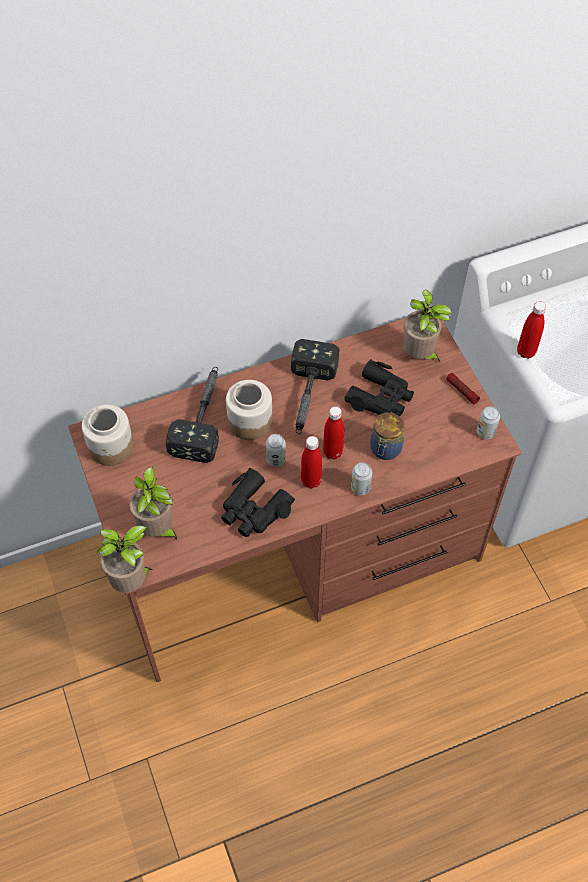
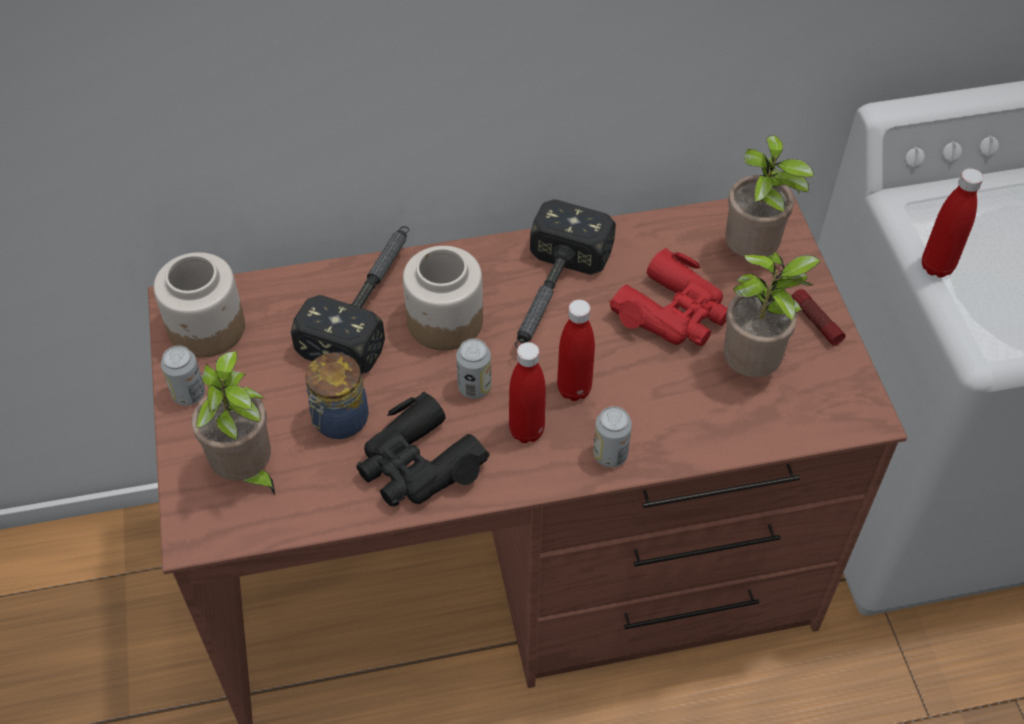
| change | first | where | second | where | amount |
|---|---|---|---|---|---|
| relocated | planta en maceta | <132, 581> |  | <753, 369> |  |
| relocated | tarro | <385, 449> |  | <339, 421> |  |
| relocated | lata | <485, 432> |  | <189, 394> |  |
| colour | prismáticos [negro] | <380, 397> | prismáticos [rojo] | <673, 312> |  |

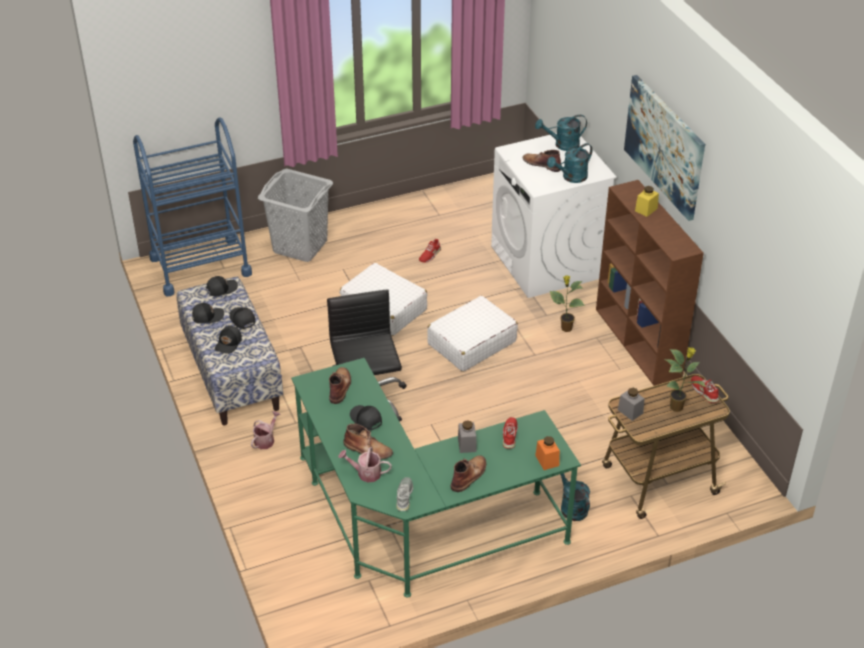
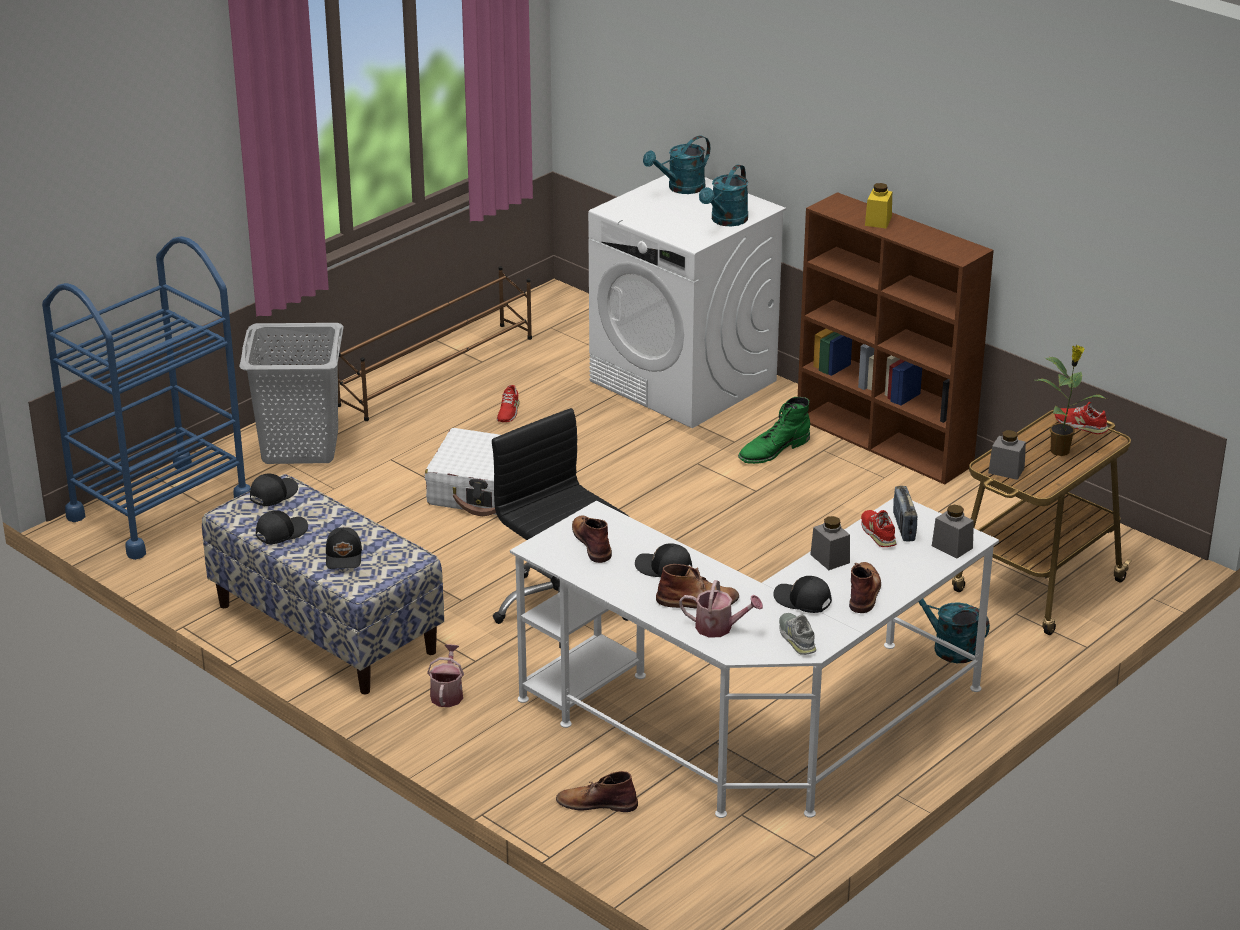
| change | first | where | second | where | amount |
|---|---|---|---|---|---|
| missing | maleta [blanco] | <471, 343> |  |  |  |
| missing | cuadro | <664, 146> |  |  |  |
| appeared |  |  | zapatero [marrón] | <437, 371> |  |
| appeared |  |  | radio | <903, 527> |  |
| relocated | gorra [negro] | <242, 320> |  | <802, 601> |  |
| relocated | bota [marrón] | <541, 164> |  | <596, 803> |  |
| exchanged | planta en maceta | <565, 328> | bota [verde] | <773, 450> |  |
| colour | escritorio [verde] | <418, 522> | escritorio [blanco] | <754, 726> |  |
| colour | tarro [naranja] | <547, 460> | tarro [gris] | <952, 547> |  |
| spun | regadera | <365, 473> |  | <719, 628> | 150 degrees counterclockwise |

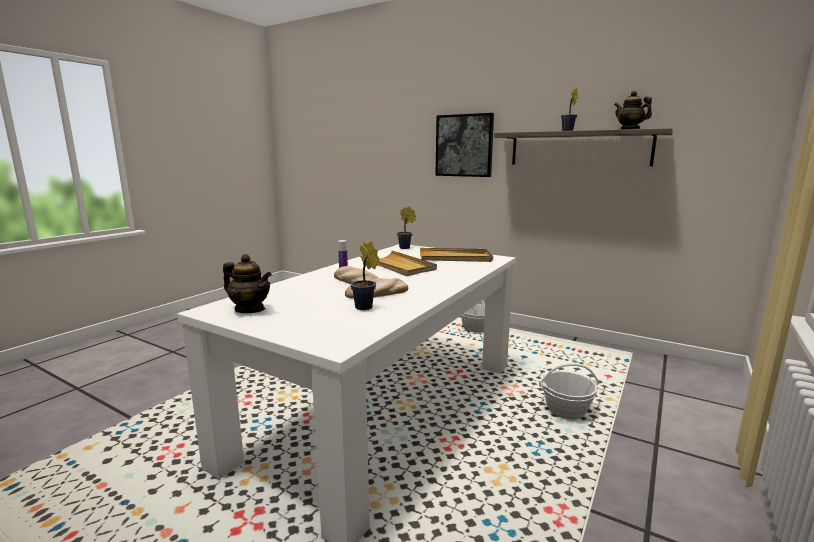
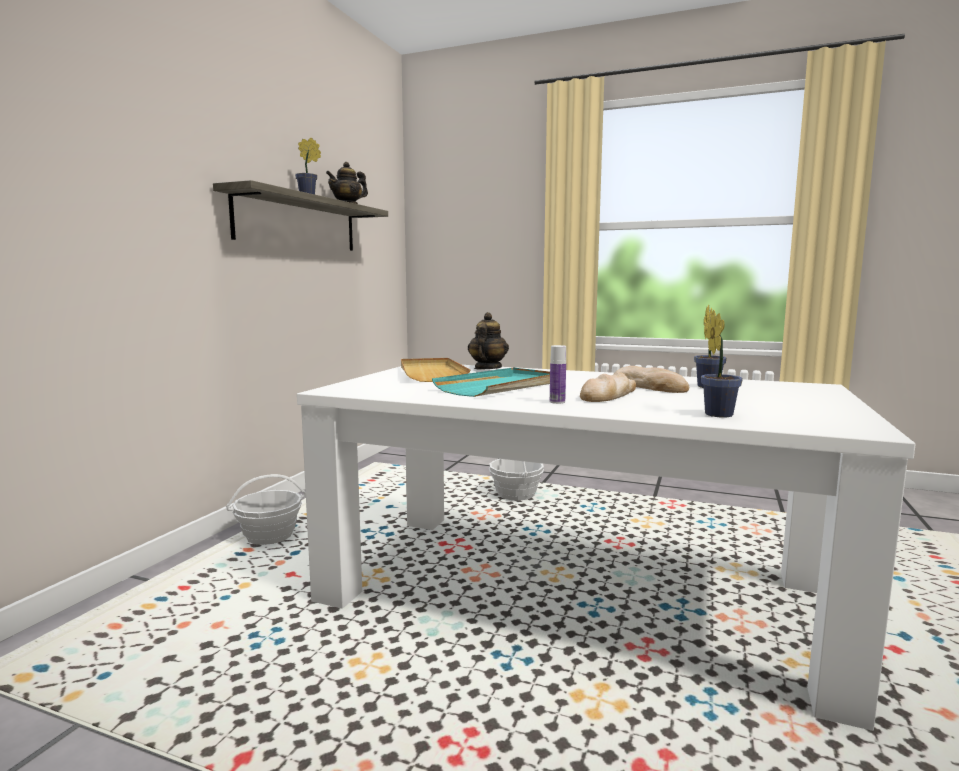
| change | first | where | second | where | amount |
|---|---|---|---|---|---|
| missing | cuadro | <464, 145> |  |  |  |
| relocated | tetera | <250, 309> |  | <487, 368> |  |
| relocated | planta en maceta | <406, 248> |  | <717, 414> |  |
| colour | bandeja [beis] | <398, 266> | bandeja [turquesa] | <500, 386> |  |

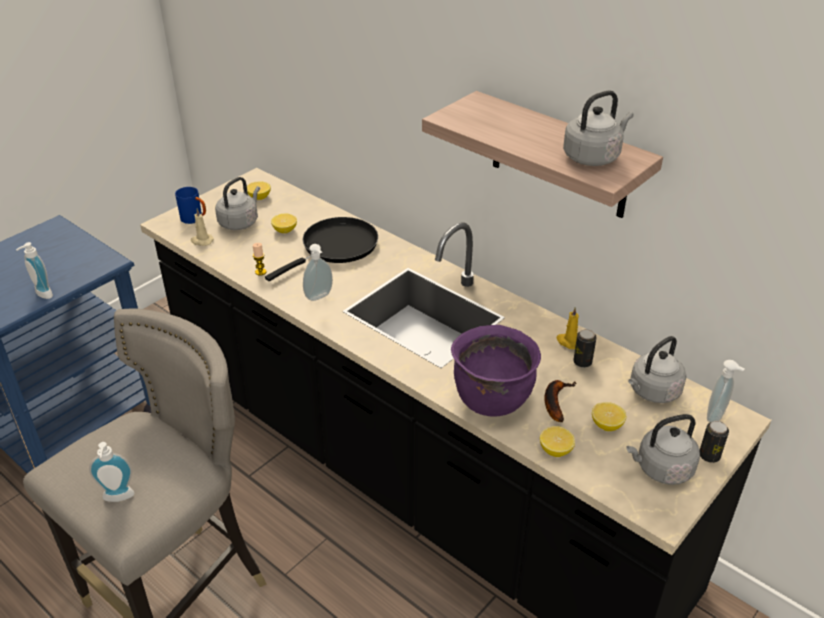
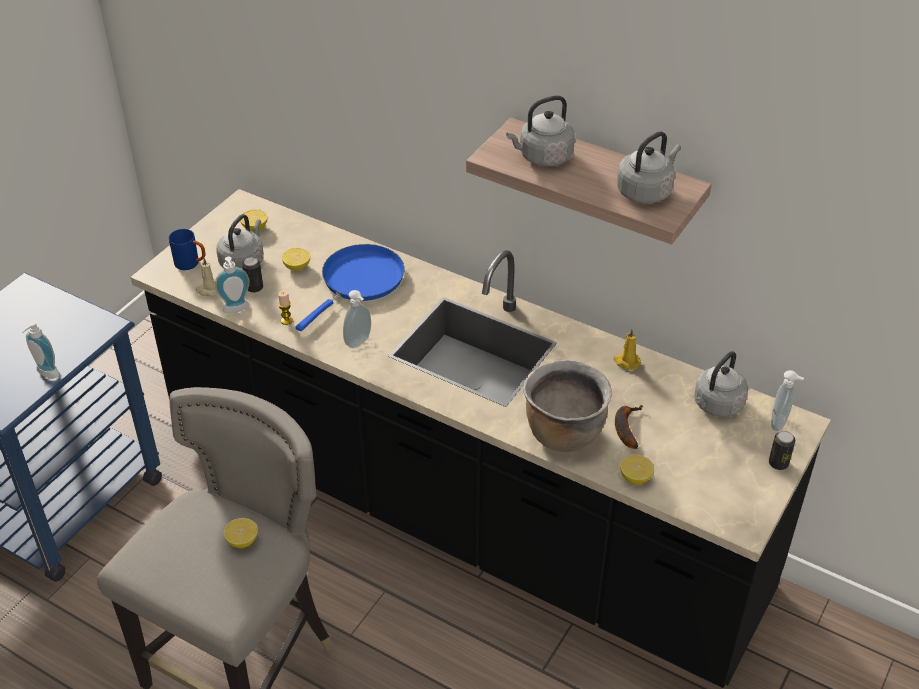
| change | first | where | second | where | amount |
|---|---|---|---|---|---|
| relocated | dispensador de jabón | <118, 498> |  | <237, 310> |  |
| relocated | lata | <582, 362> |  | <254, 287> |  |
| relocated | limón | <606, 425> |  | <242, 541> |  |
| relocated | hervidor [gris] | <661, 469> |  | <542, 157> |  |
| colour | sartén [negro] | <336, 247> | sartén [azul] | <359, 281> |  |
| colour | olla [morado] | <491, 398> | olla [marrón] | <563, 432> |  |

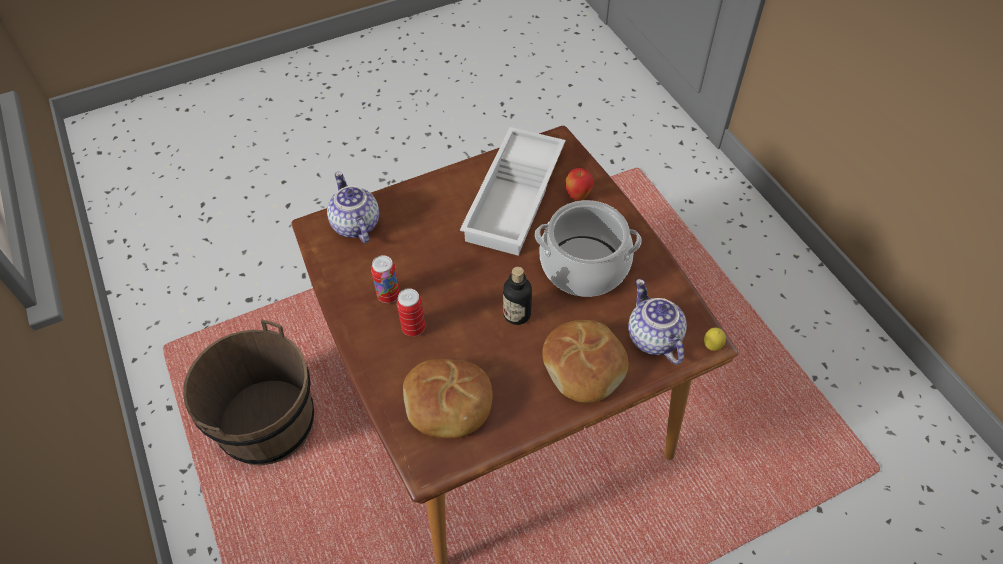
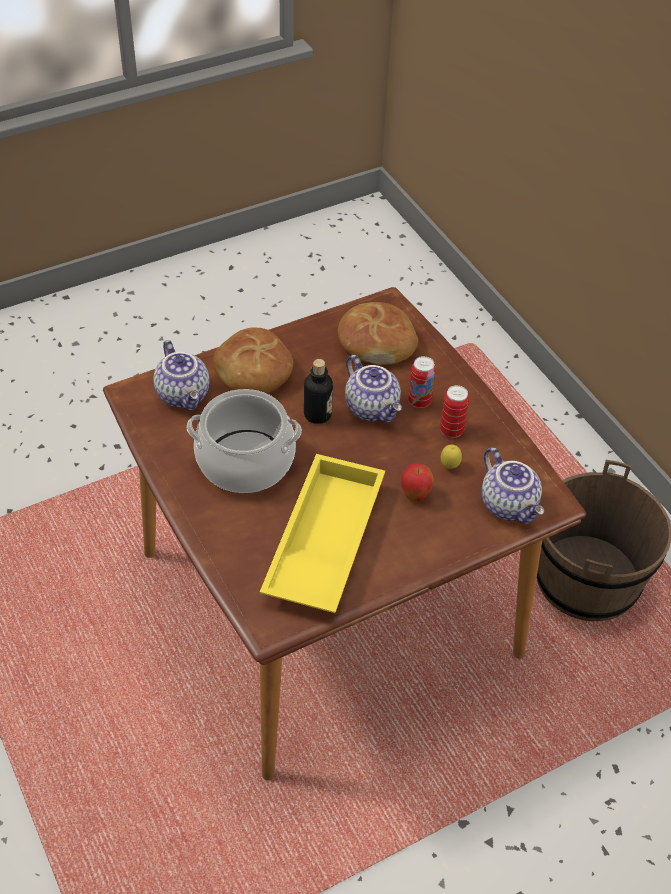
| change | first | where | second | where | amount |
|---|---|---|---|---|---|
| appeared |  |  | tetera | <373, 408> |  |
| relocated | manzana | <577, 196> |  | <415, 495> |  |
| relocated | limón | <711, 347> |  | <449, 466> |  |
| colour | bandeja [blanco] | <516, 198> | bandeja [amarillo] | <322, 541> |  |

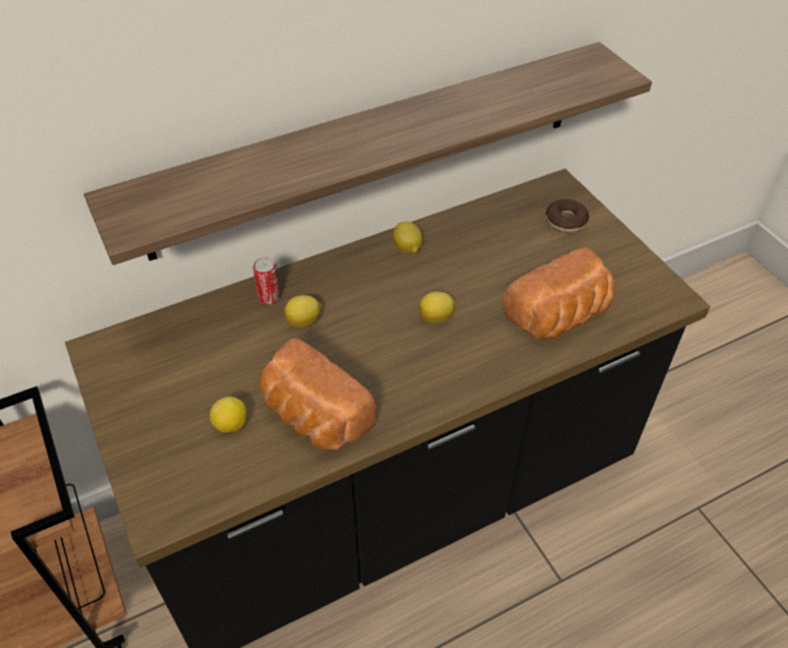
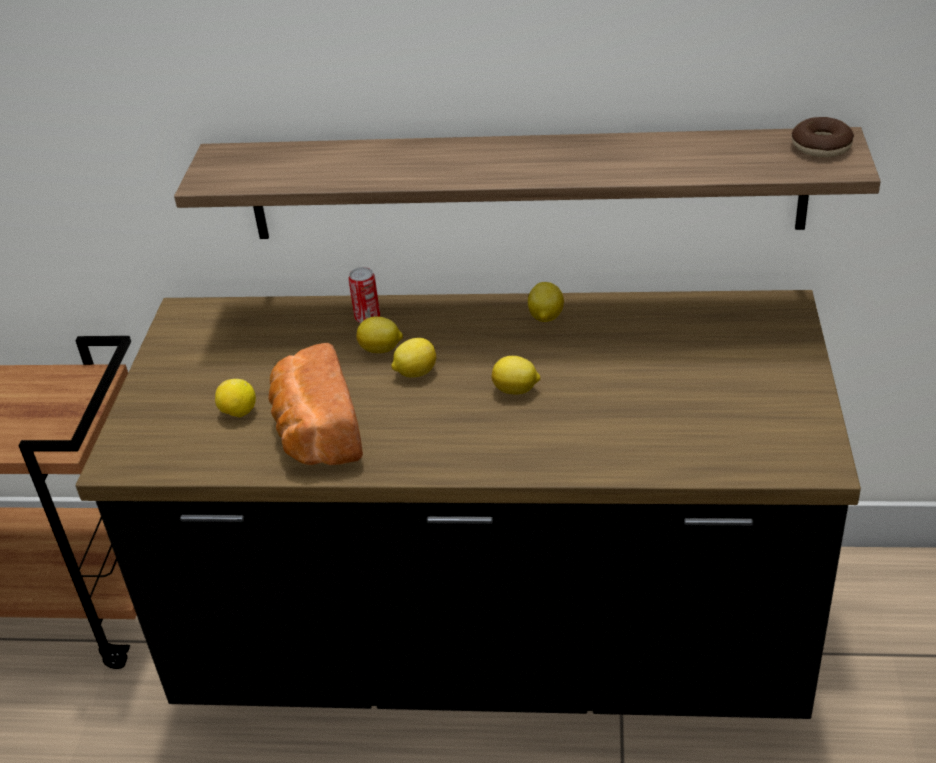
| change | first | where | second | where | amount |
|---|---|---|---|---|---|
| missing | pan | <559, 317> |  |  |  |
| appeared |  |  | limón | <415, 372> |  |
| relocated | rosquilla | <565, 221> |  | <821, 146> |  |

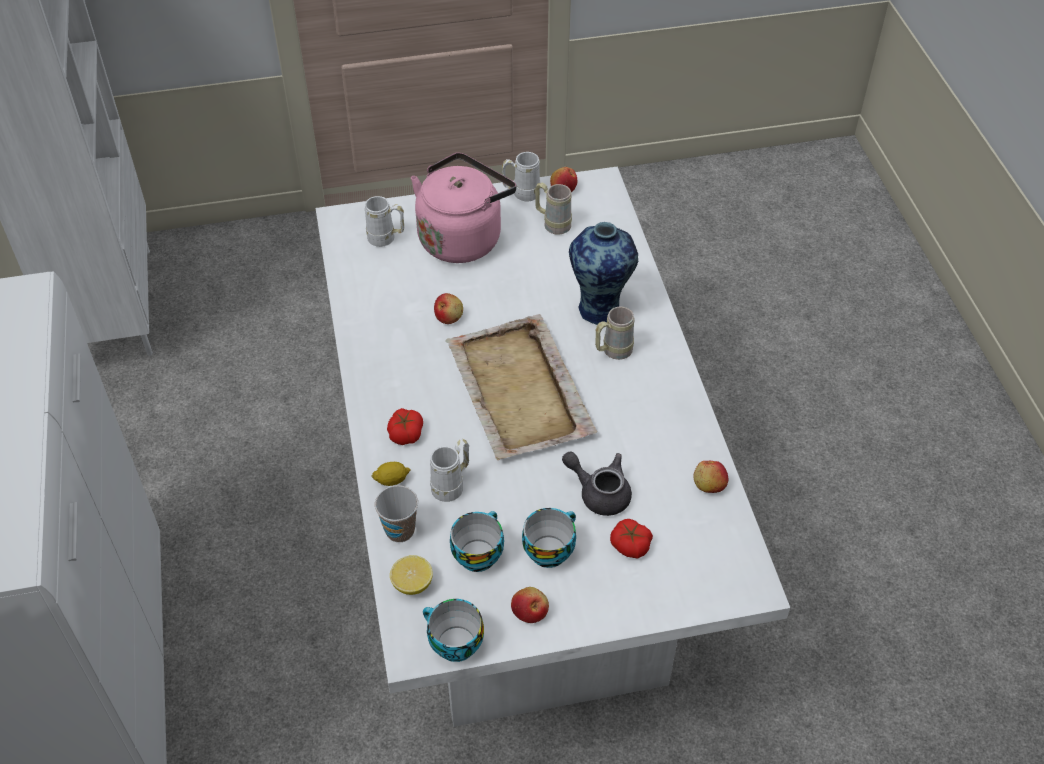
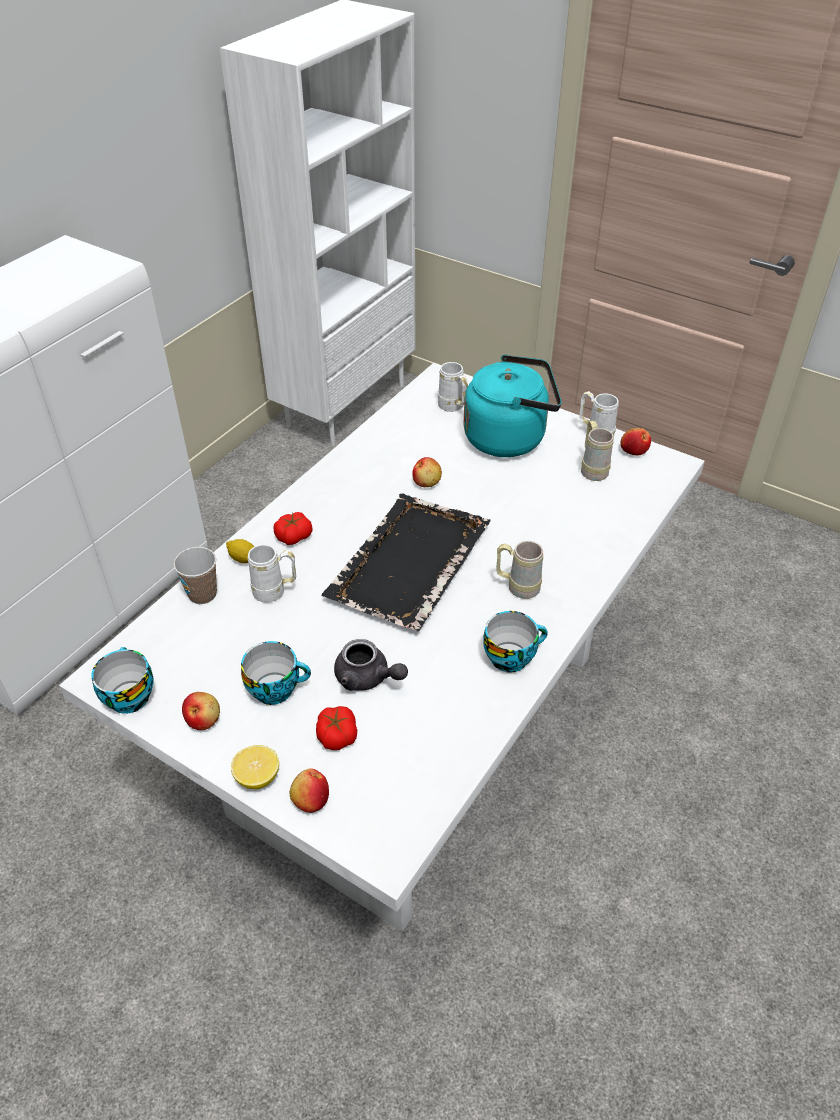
| change | first | where | second | where | amount |
|---|---|---|---|---|---|
| missing | florero | <600, 308> |  |  |  |
| relocated | limón | <412, 584> |  | <257, 777> |  |
| relocated | taza | <477, 553> |  | <511, 656> |  |
| relocated | manzana | <709, 485> |  | <310, 799> |  |
| colour | hervidor [rosa] | <462, 237> | hervidor [turquesa] | <509, 437> |  |
| colour | bandeja [beis] | <519, 391> | bandeja [negro] | <408, 564> |  |
| spun | tetera [gris] | <599, 492> |  | <367, 678> | 135 degrees clockwise |

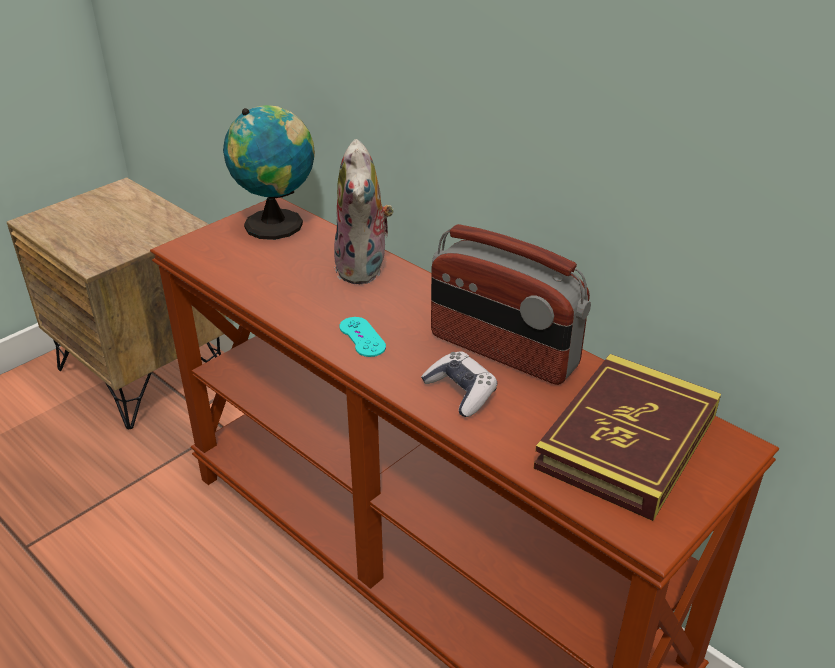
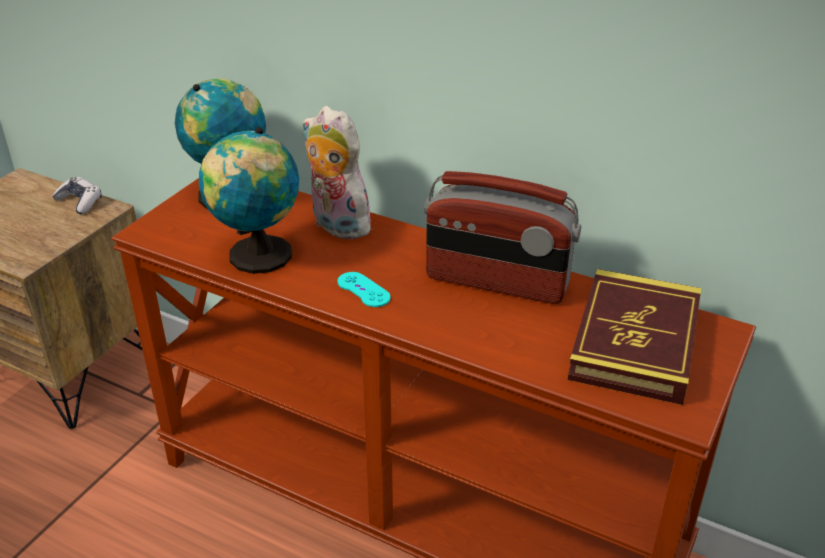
| change | first | where | second | where | amount |
|---|---|---|---|---|---|
| appeared |  |  | globo terráqueo | <257, 257> |  |
| relocated | mando de consola | <460, 392> |  | <80, 202> |  |
| spun | peluche | <365, 269> |  | <336, 226> | 150 degrees clockwise |

